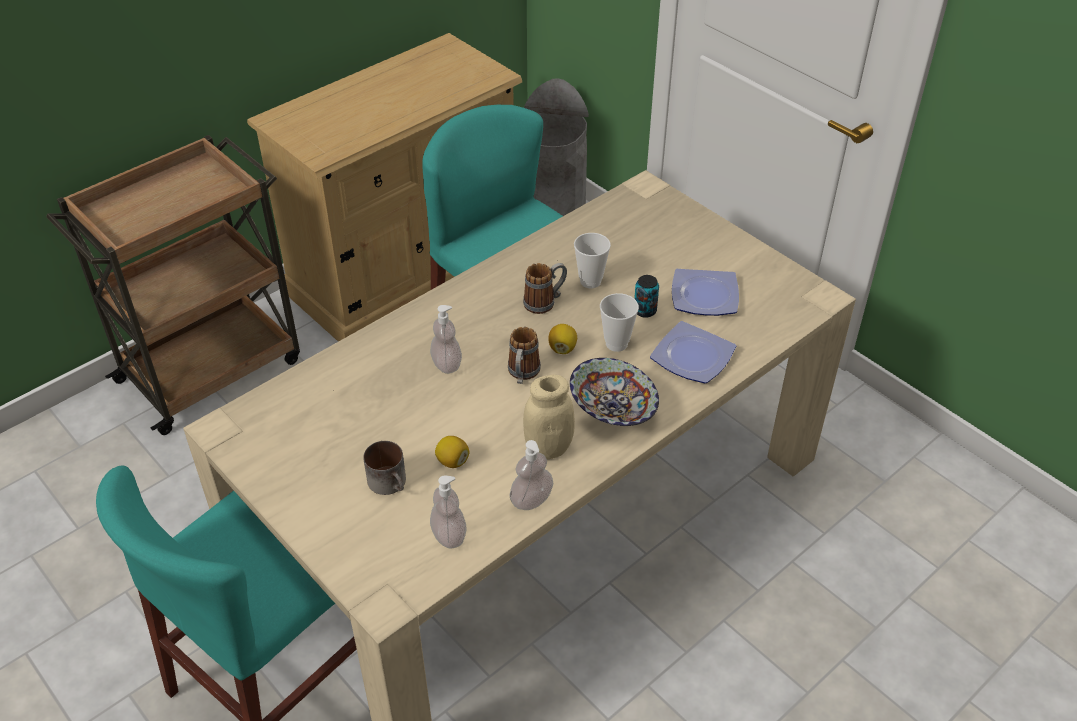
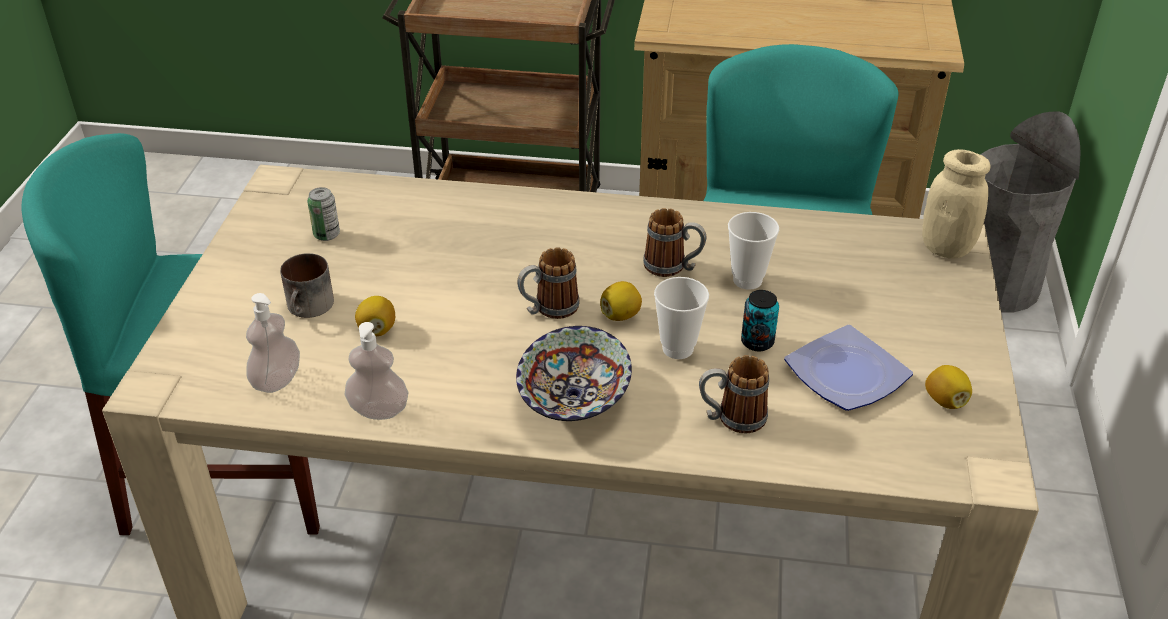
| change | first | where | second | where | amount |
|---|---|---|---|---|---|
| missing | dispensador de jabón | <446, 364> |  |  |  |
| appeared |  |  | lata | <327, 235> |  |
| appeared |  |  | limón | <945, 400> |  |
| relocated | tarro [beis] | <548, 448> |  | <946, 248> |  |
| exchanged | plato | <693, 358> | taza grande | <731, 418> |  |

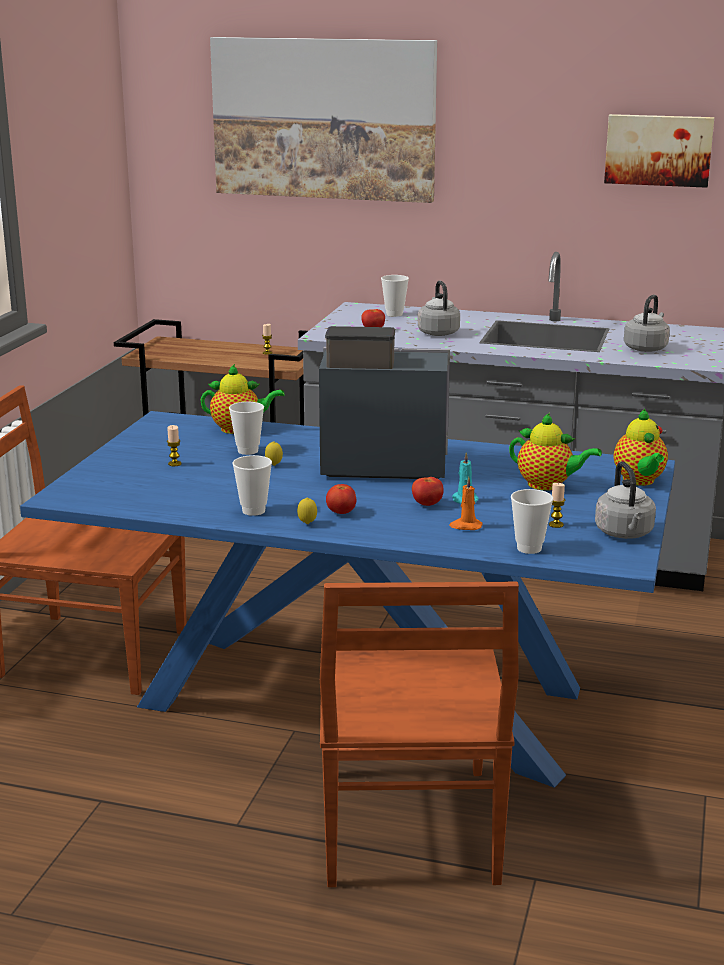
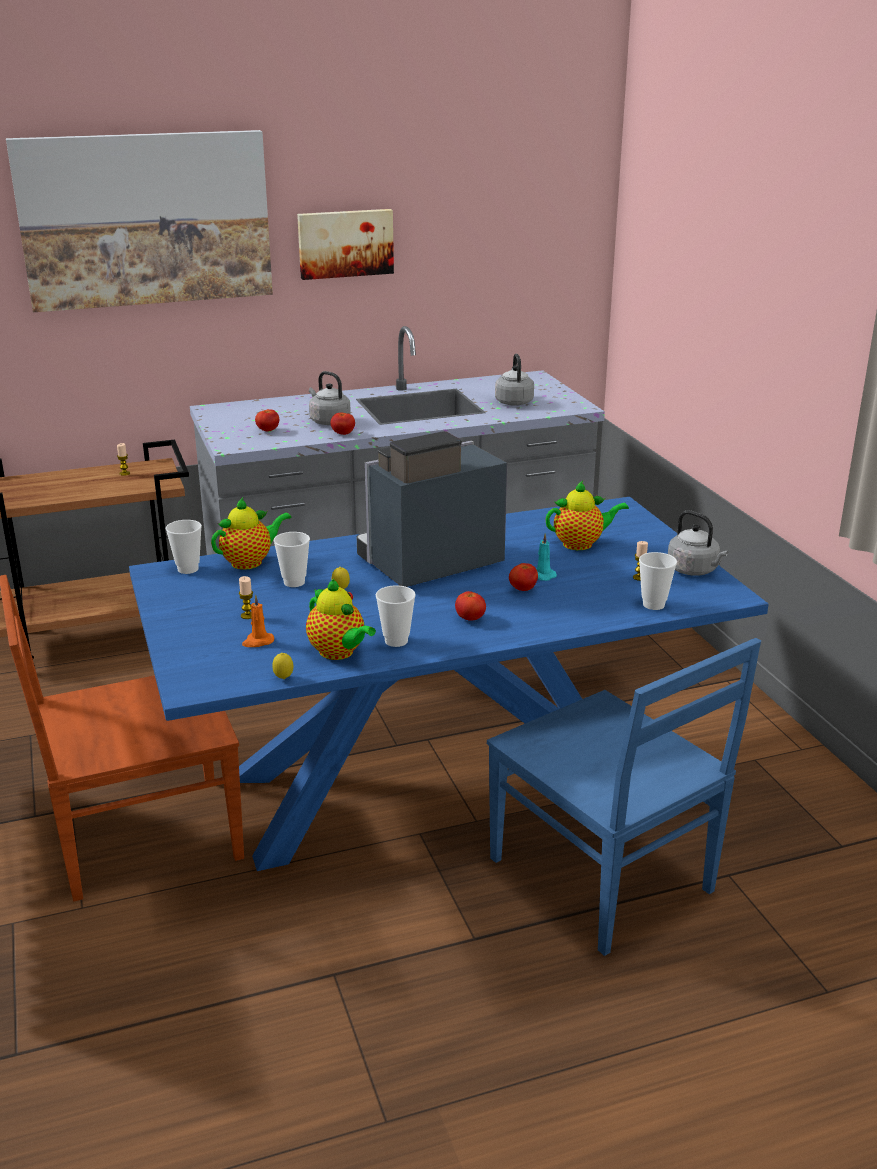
| change | first | where | second | where | amount |
|---|---|---|---|---|---|
| appeared |  |  | tomate | <343, 434> |  |
| relocated | limón | <307, 524> |  | <283, 678> |  |
| relocated | taza | <394, 314> |  | <188, 569> |  |
| relocated | vela [naranja] | <465, 526> |  | <257, 642> |  |
| relocated | cuadro | <658, 150> |  | <345, 243> |  |
| relocated | tetera | <639, 481> |  | <339, 653> |  |
| colour | silla [marrón] | <408, 829> | silla [azul] | <603, 878> |  |

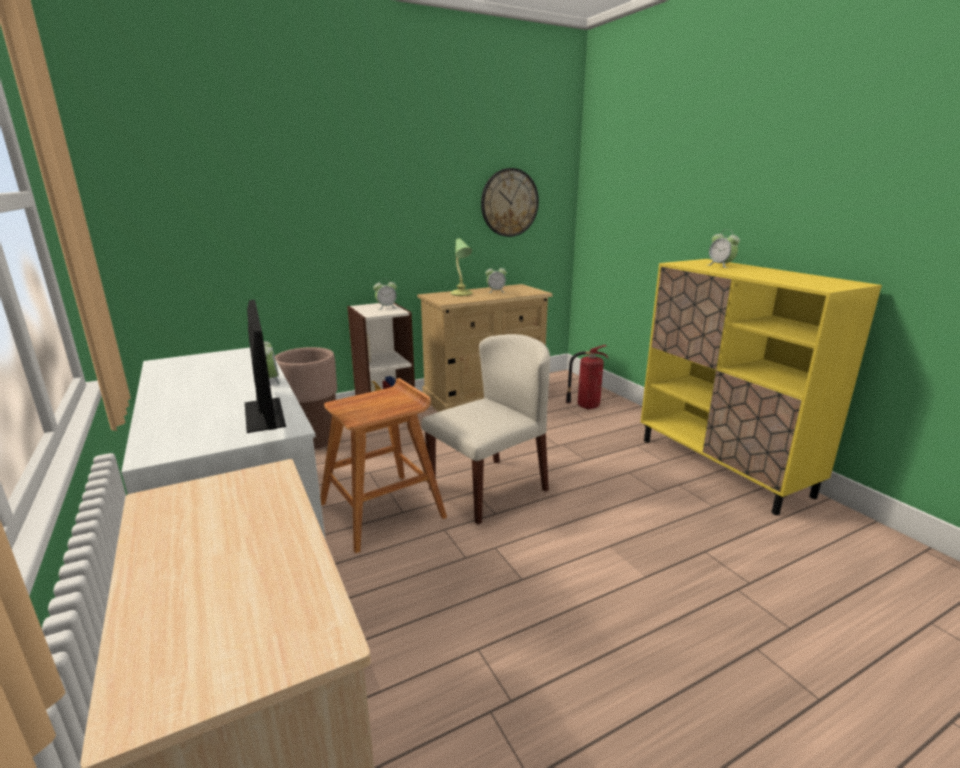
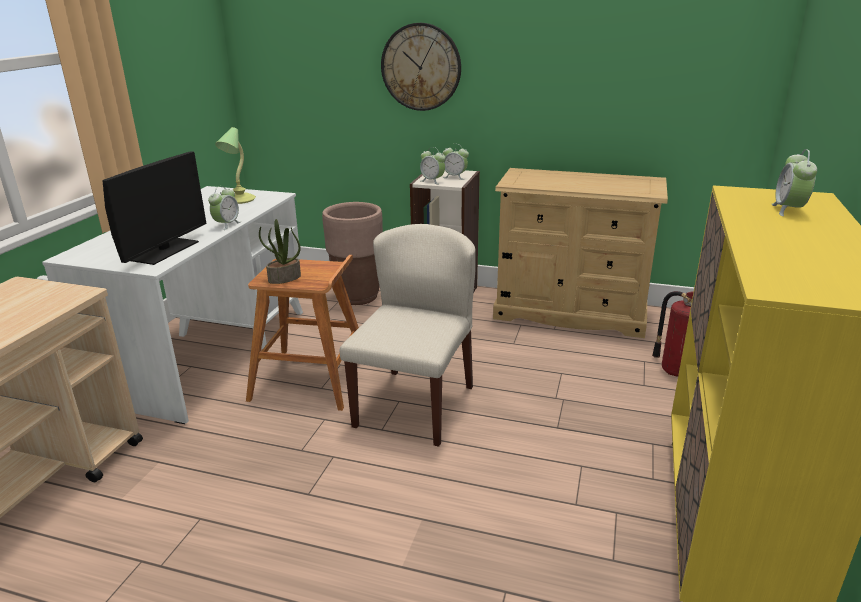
| change | first | where | second | where | amount |
|---|---|---|---|---|---|
| appeared |  |  | planta en maceta | <284, 278> |  |
| relocated | lámpara de mesa | <461, 294> |  | <239, 200> |  |
| relocated | reloj de pared | <509, 203> |  | <421, 67> |  |
| relocated | despertador | <496, 291> |  | <432, 181> |  |
| spun | silla [beis] | <489, 489> |  | <414, 405> | 75 degrees counterclockwise |

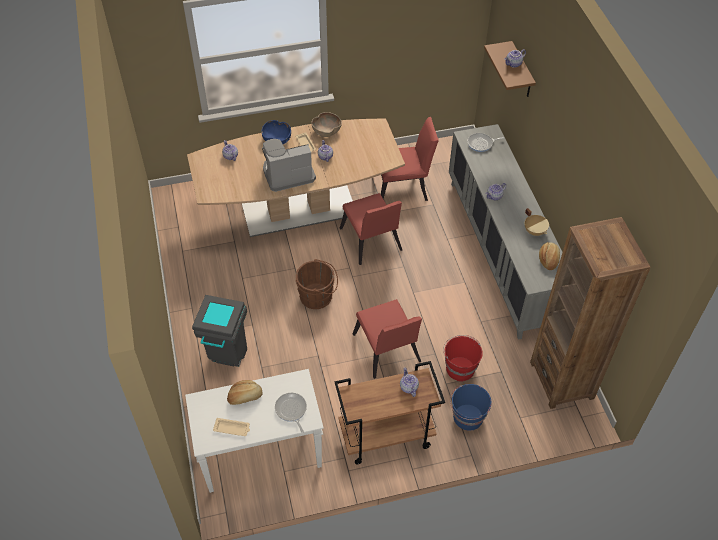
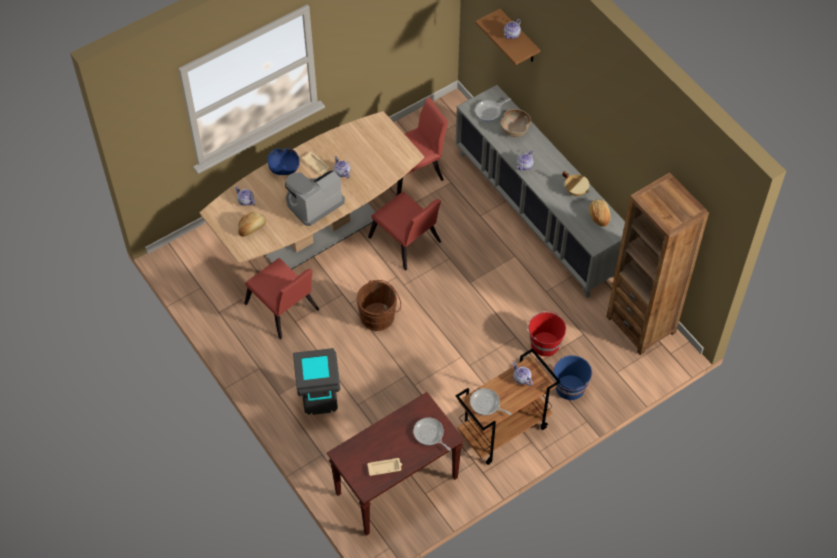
| change | first | where | second | where | amount |
|---|---|---|---|---|---|
| appeared |  |  | sartén | <486, 404> |  |
| relocated | pan | <245, 397> |  | <252, 228> |  |
| relocated | cuenco [marrón] | <326, 131> |  | <514, 129> |  |
| relocated | silla [rojo] | <387, 352> |  | <284, 310> |  |
| colour | mesa consola [blanco] | <260, 455> | mesa consola [marrón] | <396, 487> |  |

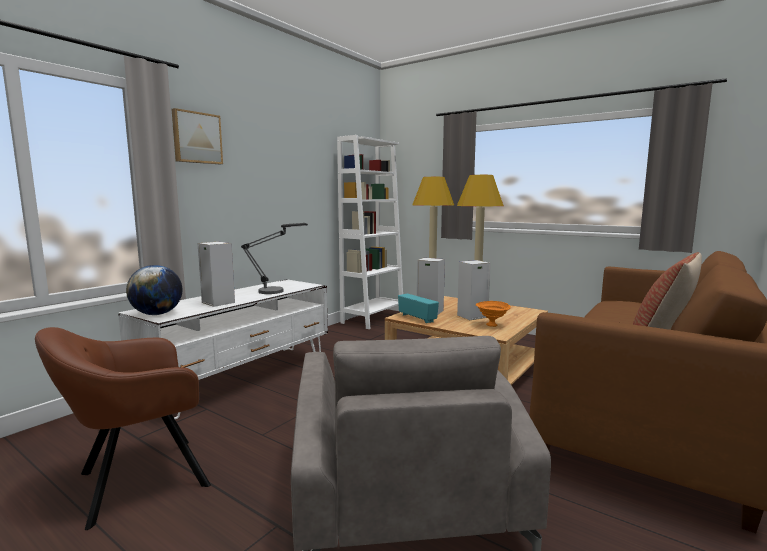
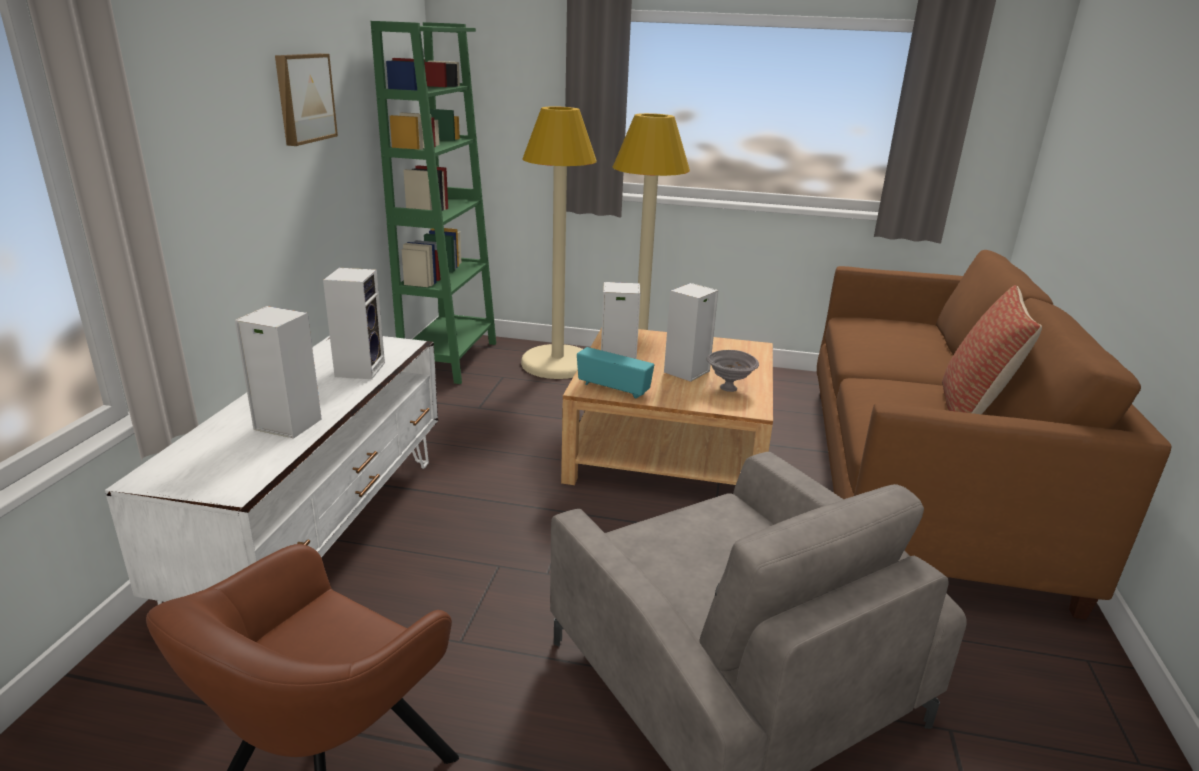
| change | first | where | second | where | amount |
|---|---|---|---|---|---|
| missing | globo terráqueo | <157, 314> |  |  |  |
| relocated | cuadro | <196, 138> |  | <303, 98> |  |
| exchanged | lámpara de mesa | <277, 290> | altavoz | <360, 369> |  |
| colour | estantería [blanco] | <373, 319> | estantería [verde] | <450, 359> |  |
| colour | cuenco [naranja] | <492, 325> | cuenco [gris] | <730, 388> |  |

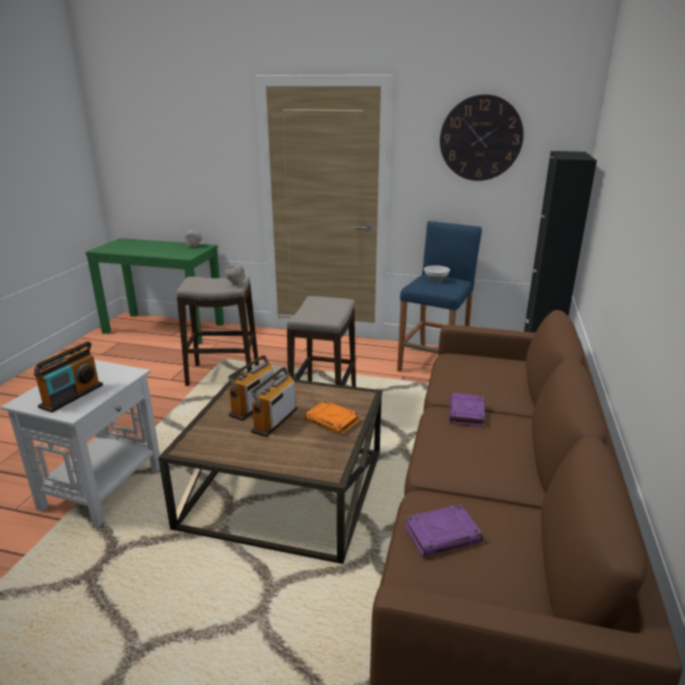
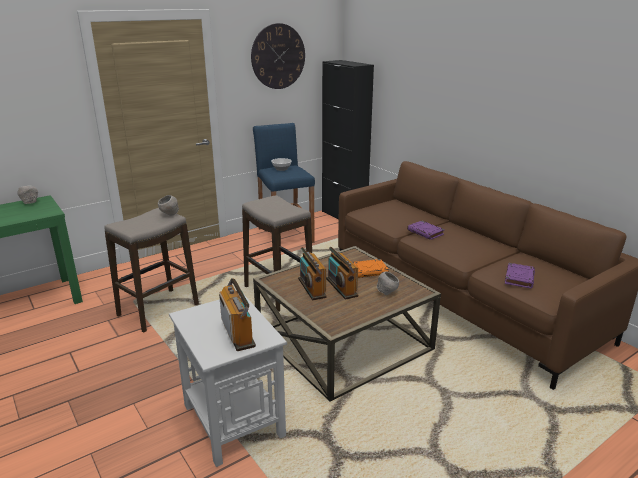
| change | first | where | second | where | amount |
|---|---|---|---|---|---|
| appeared |  |  | cuenco [gris] | <387, 293> |  |

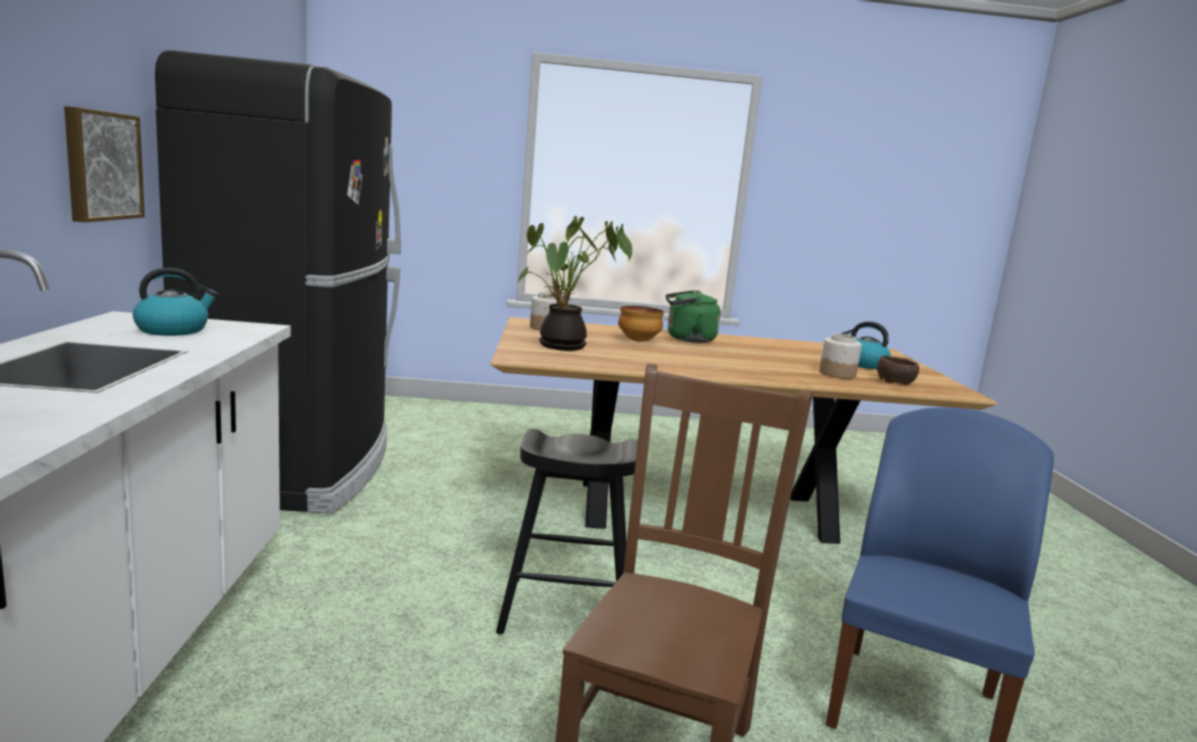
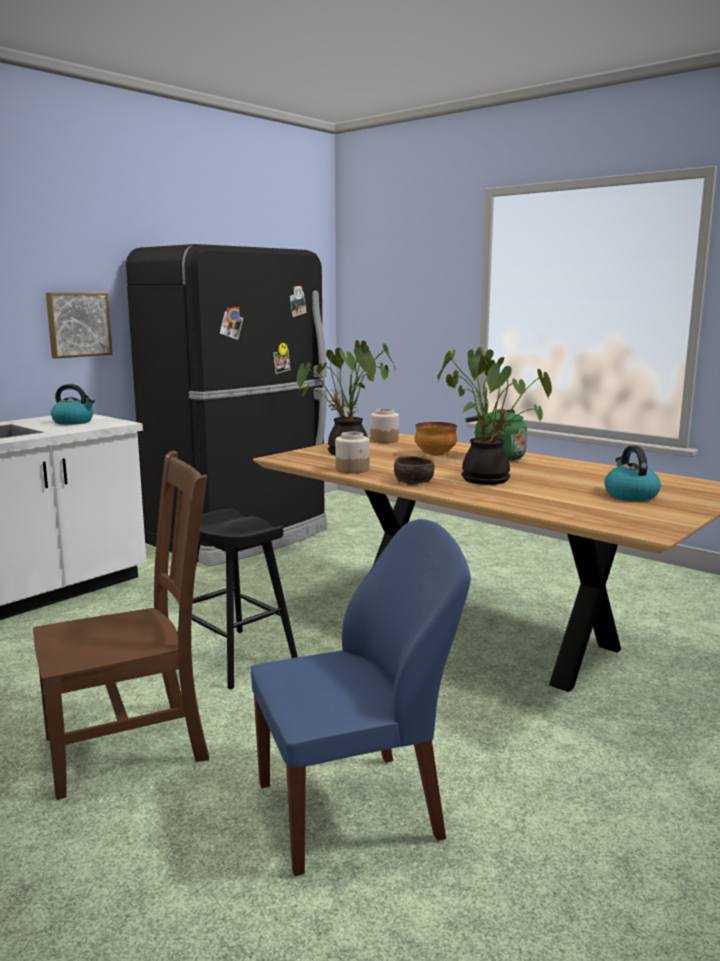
| change | first | where | second | where | amount |
|---|---|---|---|---|---|
| appeared |  |  | planta en maceta | <489, 479> |  |
| relocated | tarro | <837, 374> |  | <352, 470> |  |
| relocated | cuenco [marrón] | <896, 381> |  | <414, 482> |  |

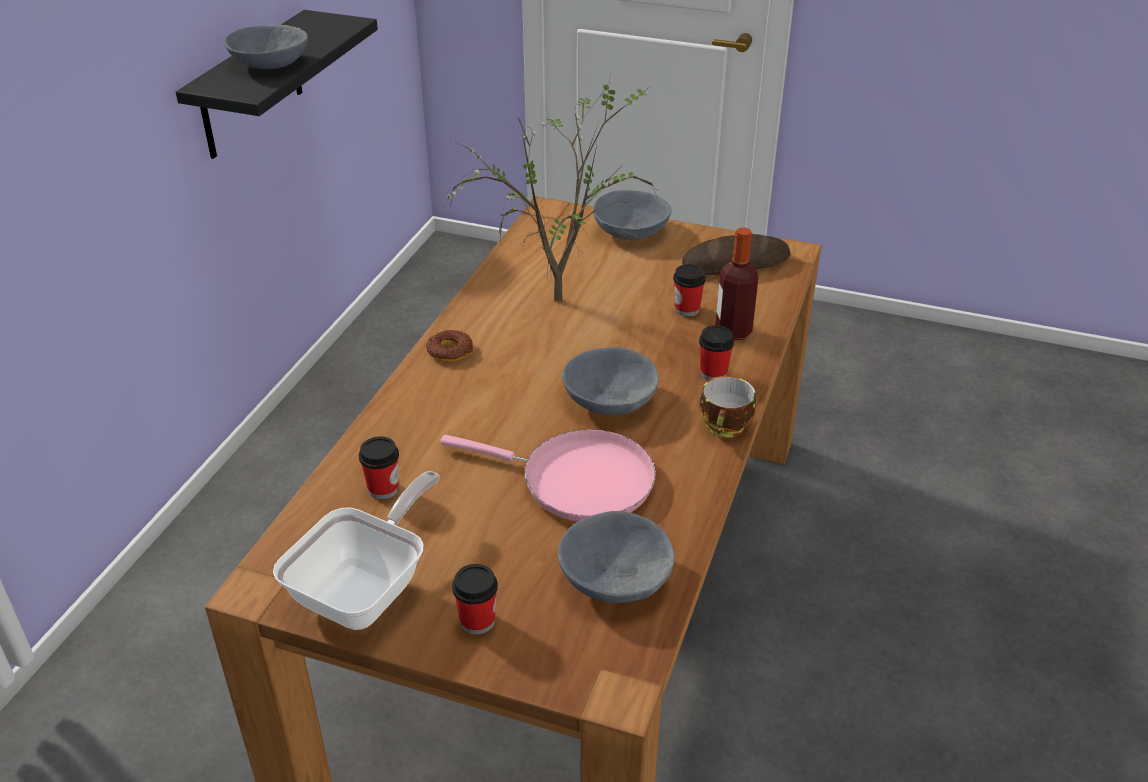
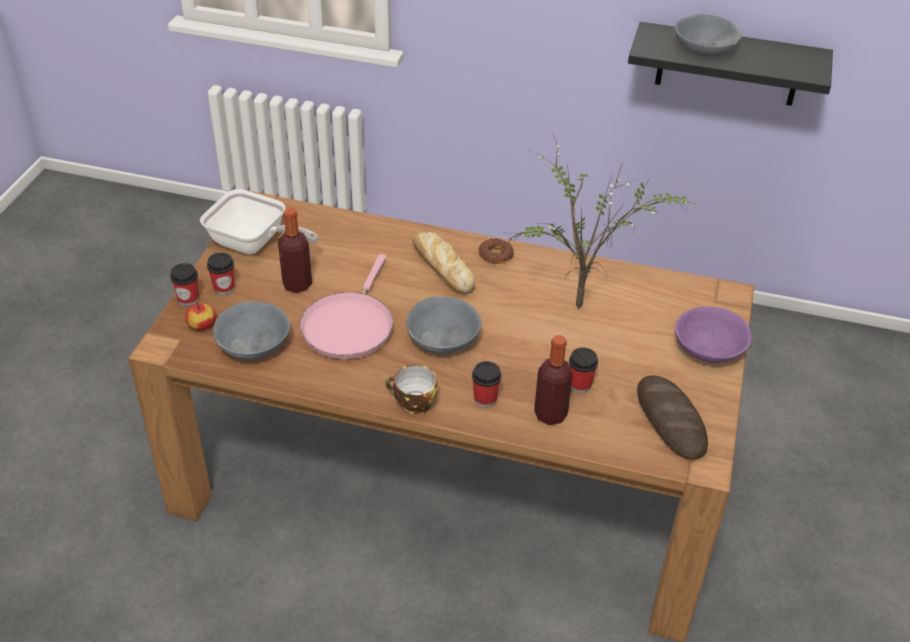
| change | first | where | second | where | amount |
|---|---|---|---|---|---|
| appeared |  |  | manzana | <202, 325> |  |
| appeared |  |  | botella | <297, 285> |  |
| appeared |  |  | pan | <441, 267> |  |
| relocated | taza | <383, 489> |  | <188, 299> |  |
| colour | cuenco [gris] | <631, 231> | cuenco [morado] | <709, 349> |  |

